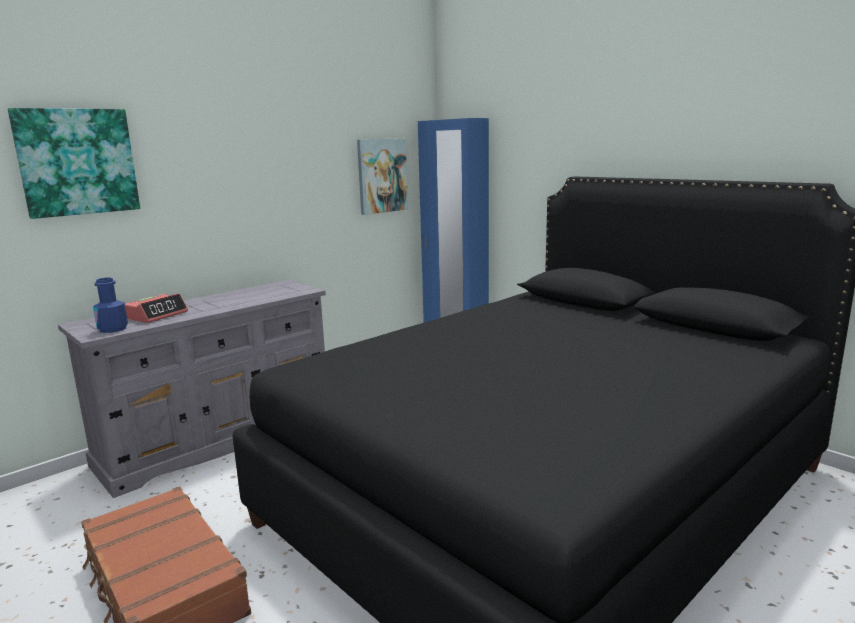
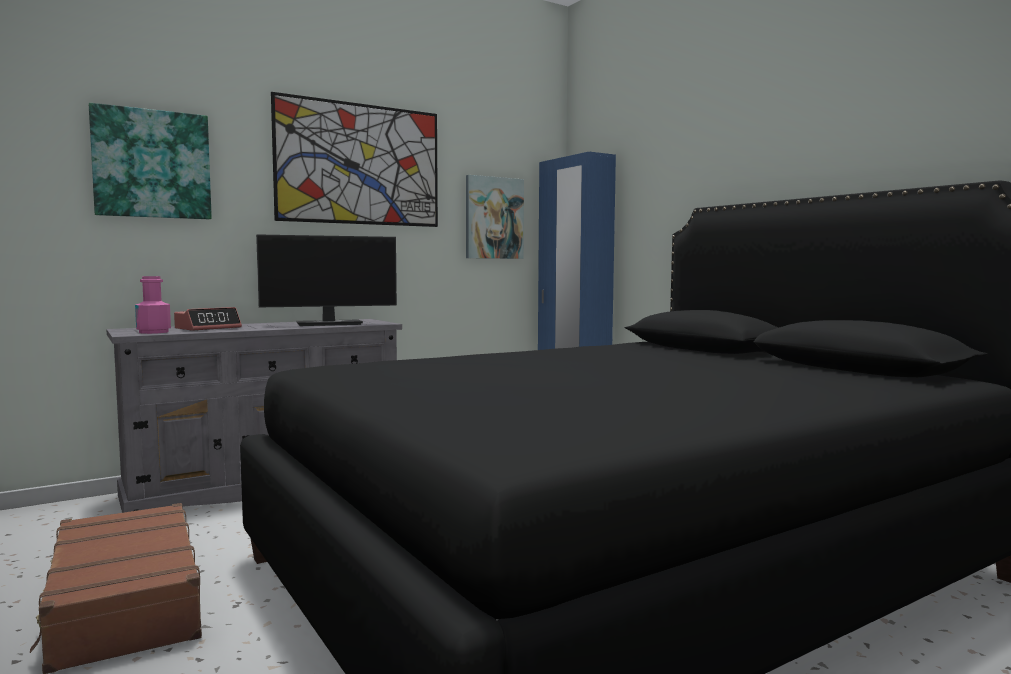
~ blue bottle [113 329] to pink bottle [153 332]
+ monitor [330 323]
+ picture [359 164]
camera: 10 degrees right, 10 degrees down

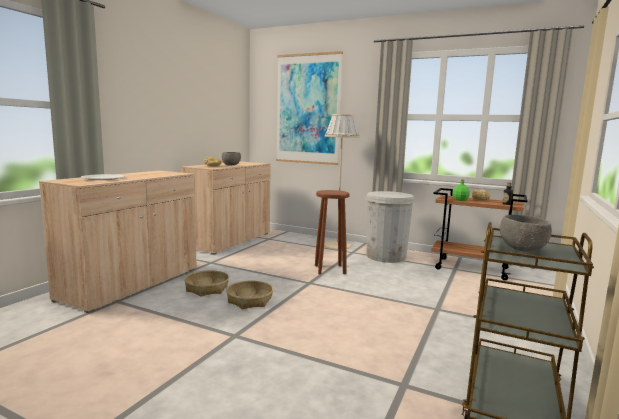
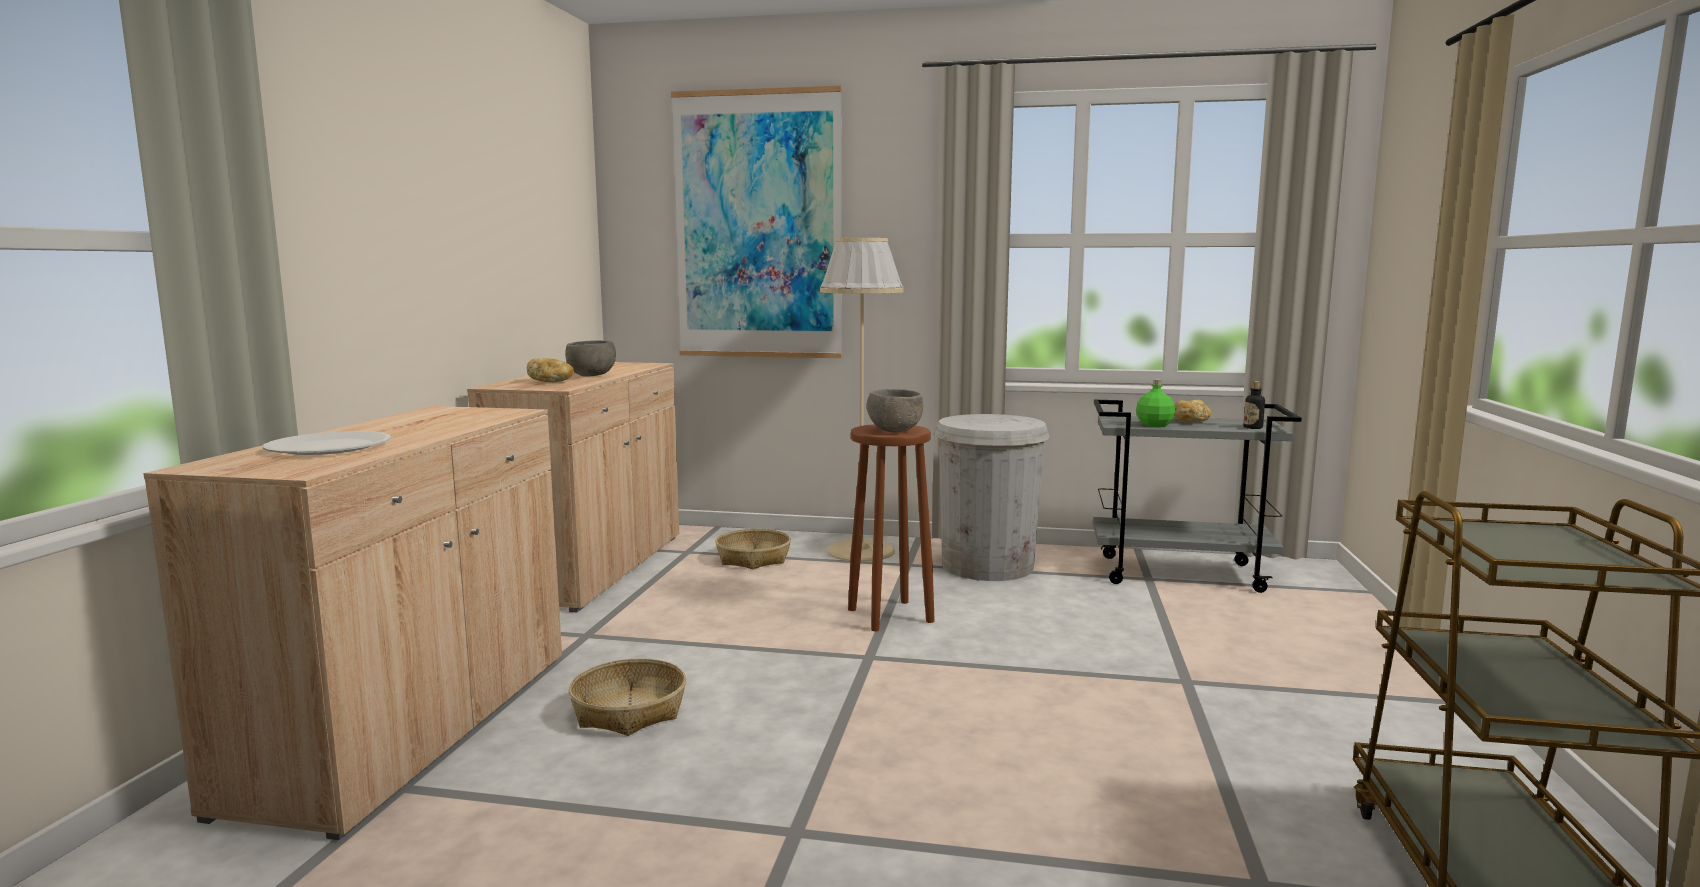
~ basket [249 301] to [753 559]
~ grey bowl [522 249] to [894 431]
~ brown cart [472 268] to grey cart [1181 573]
camera: 15 degrees left, 0 degrees up

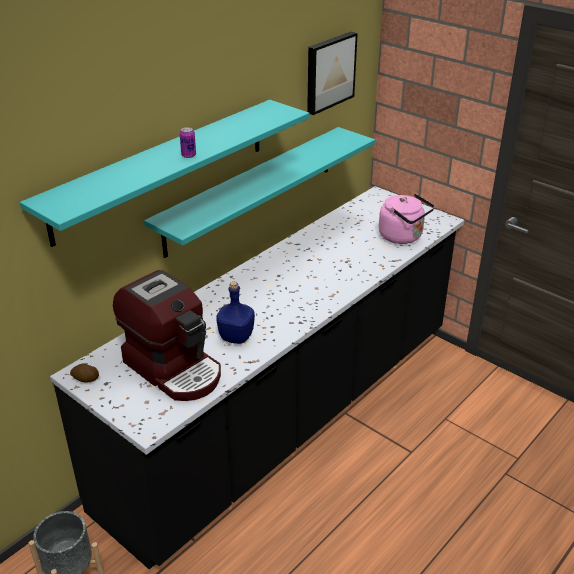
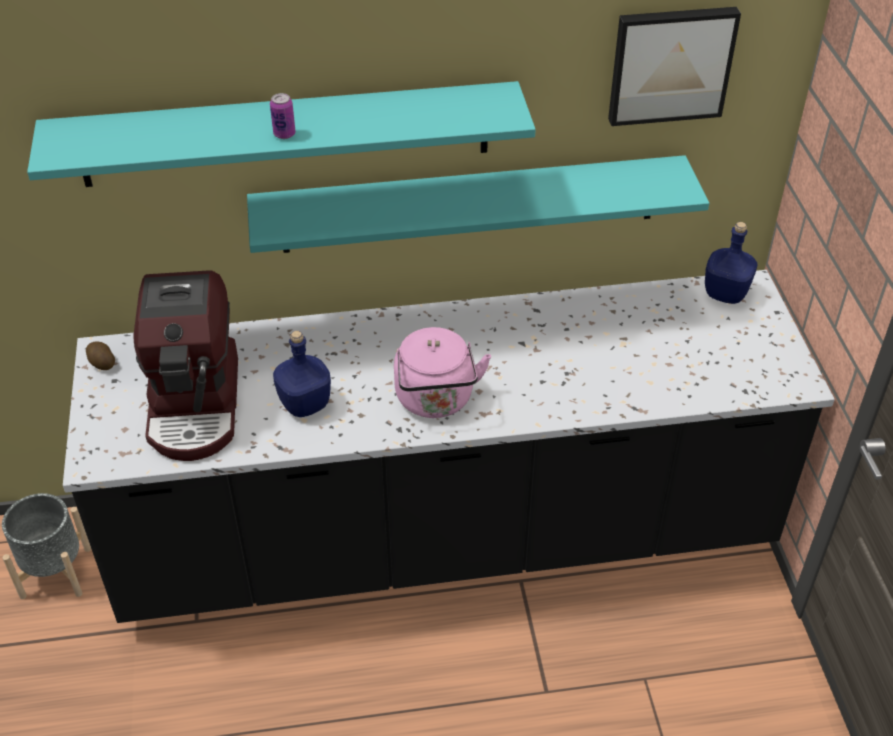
~ pink kettle [403 237] to [436 400]
+ blue bottle [725 294]
camera: 40 degrees right, 10 degrees up

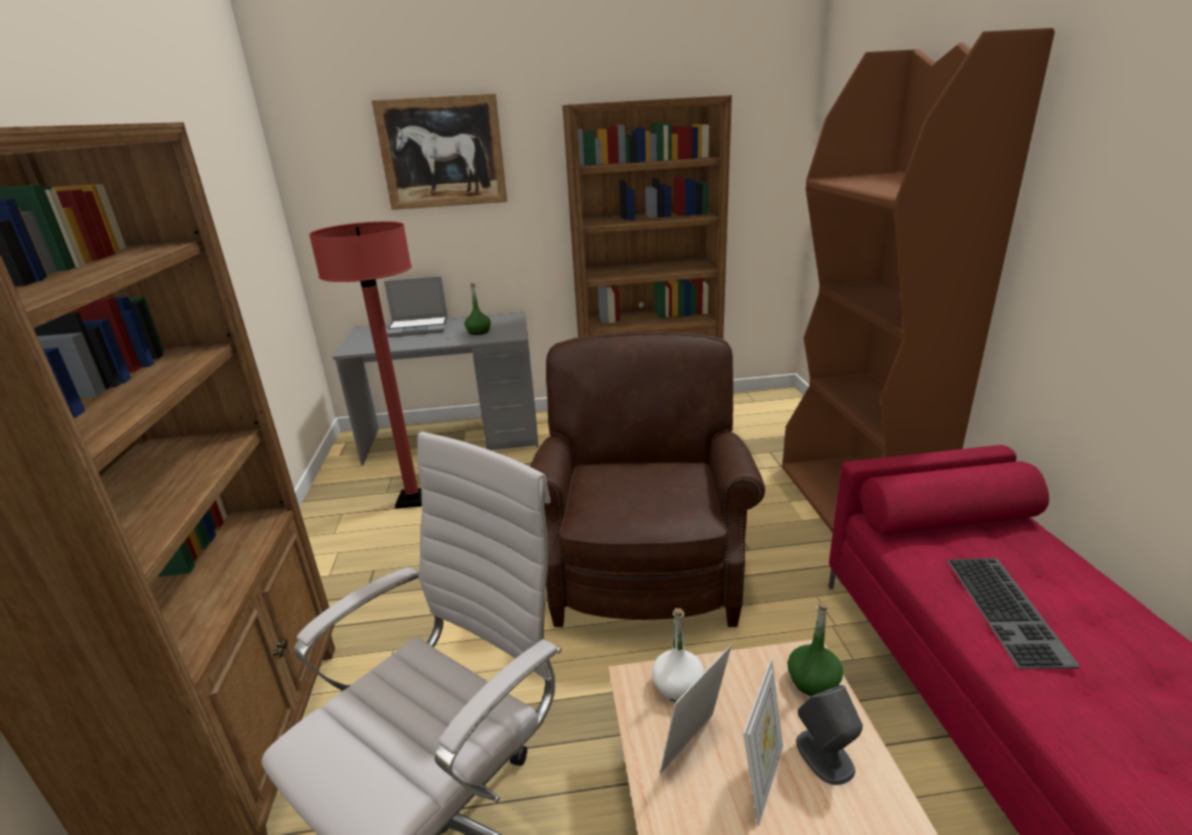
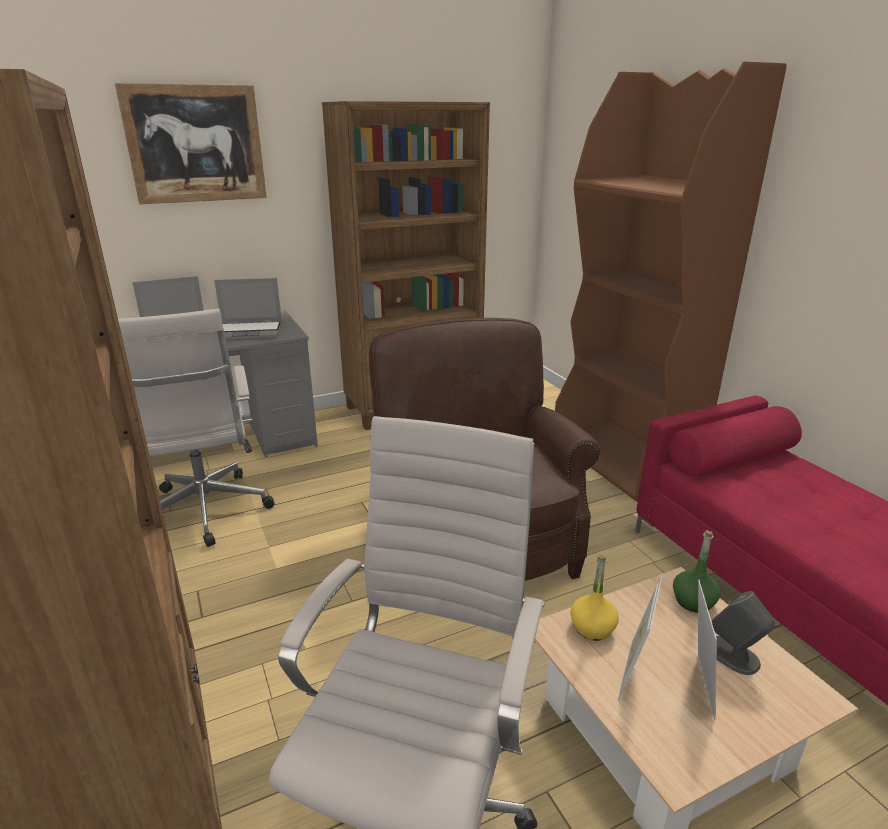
~ red floor lamp [413 499] to white office chair [206 513]
~ green bottle [479 332] to laptop [250 332]
~ white bottle [678 686] to yellow bottle [592 628]
- keyboard [1009 610]
camera: 20 degrees left, 0 degrees up

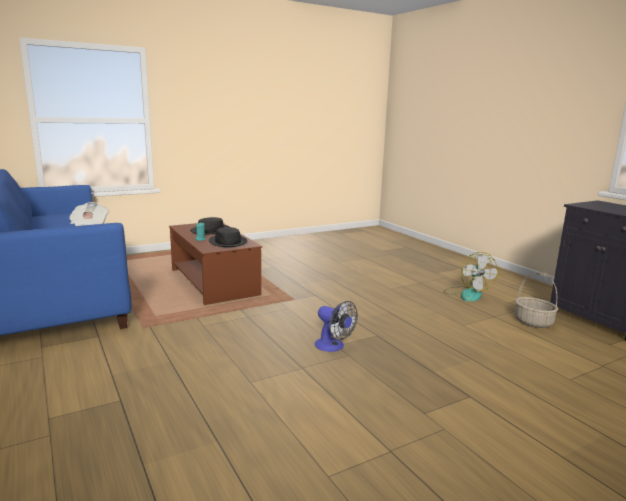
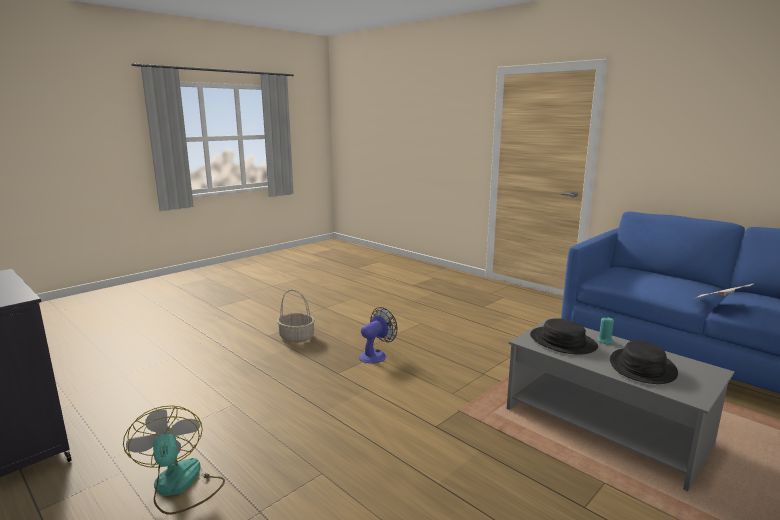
~ basket [533 322] to [296 337]
~ fan [333 347] = [376 355] 105 degrees clockwise
~ brown coffee table [213 282] to grey coffee table [606 426]
camera: 165 degrees right, 0 degrees up

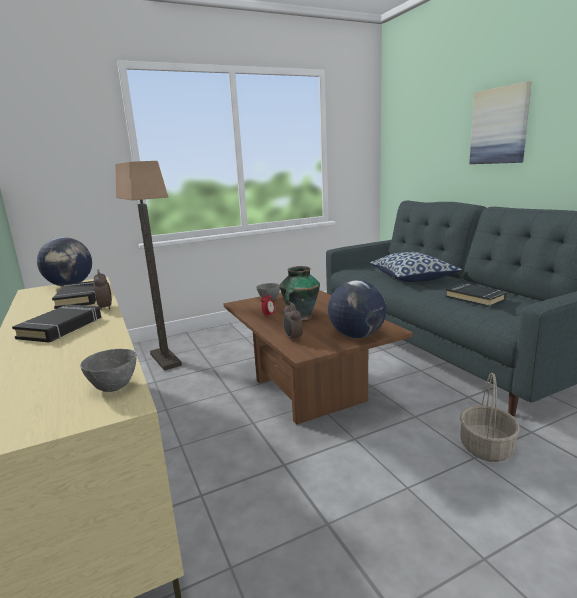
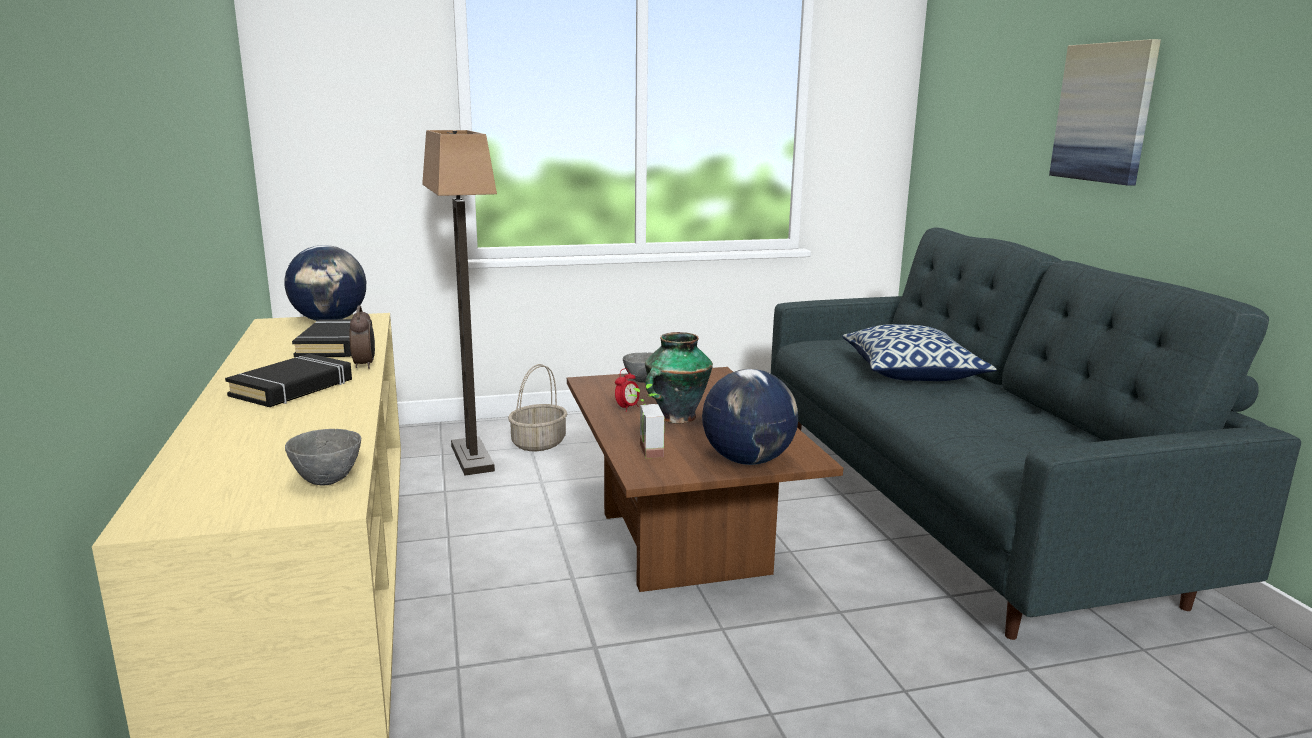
~ basket [485 447] to [538 443]
~ alarm clock [293 339] to potted plant [643 451]
- black book [475 298]
camera: 10 degrees right, 0 degrees up

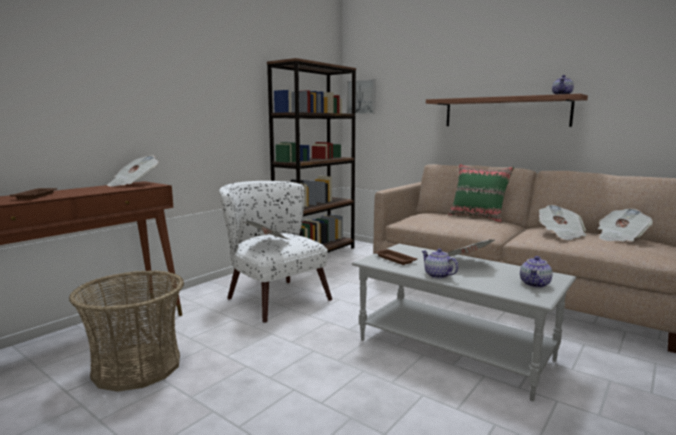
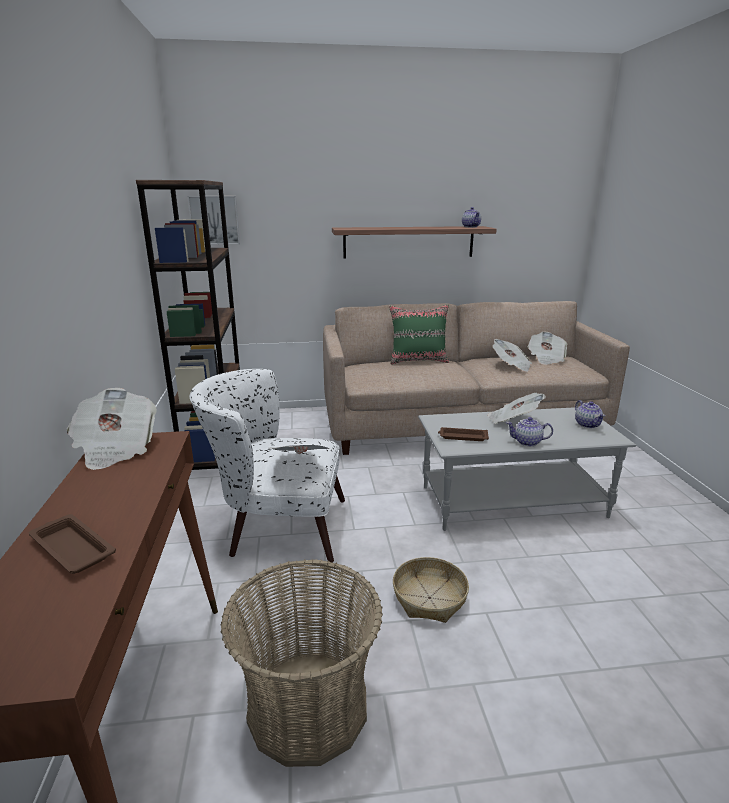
+ basket [429 597]
camera: 45 degrees left, 10 degrees up

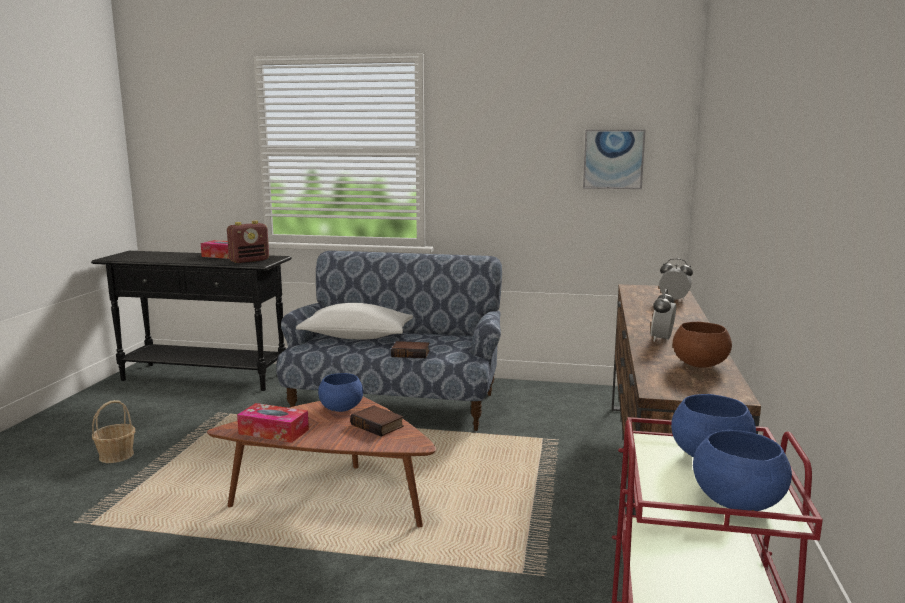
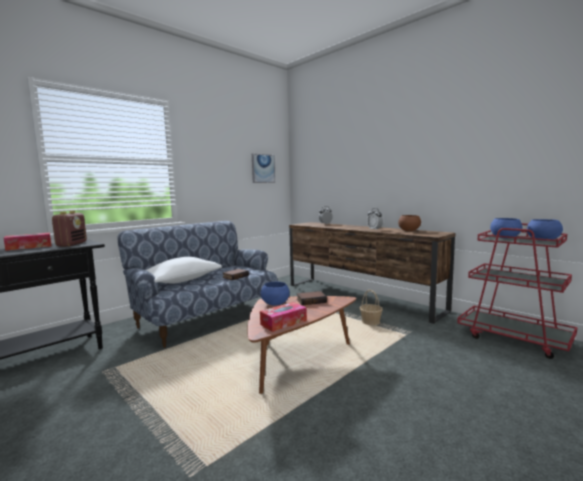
~ basket [117 455] to [370 322]
camera: 55 degrees left, 5 degrees down

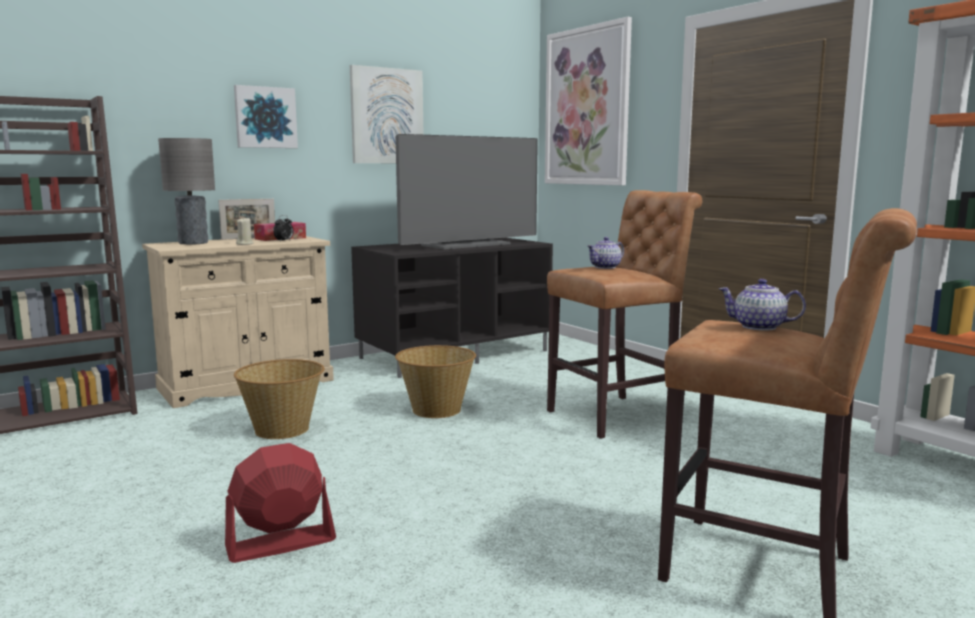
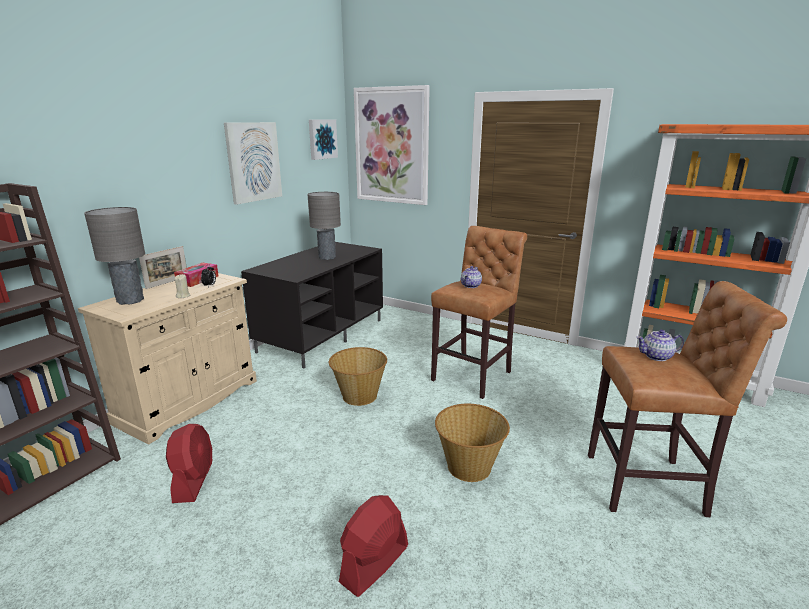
+ red fan [194 480]
~ television [467 244] to grey table lamp [327 257]
~ picture [265 117] to [322 139]
~ basket [283 429] to [469 466]
camera: 25 degrees left, 10 degrees up

